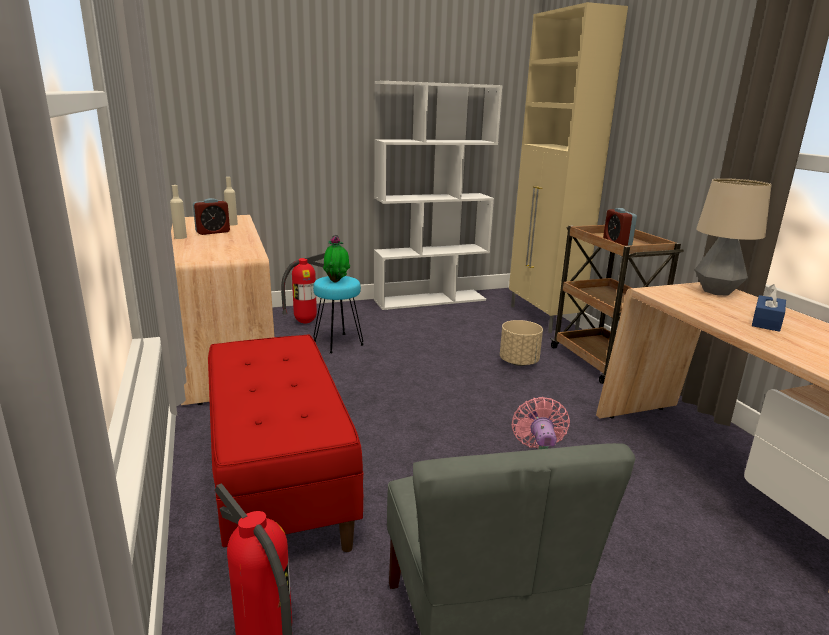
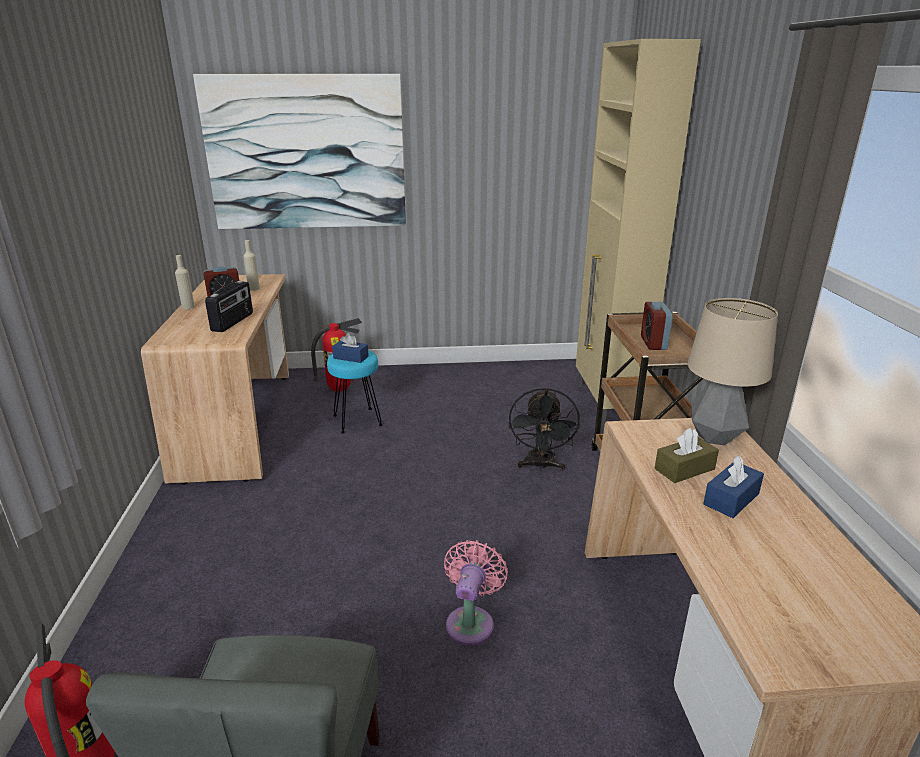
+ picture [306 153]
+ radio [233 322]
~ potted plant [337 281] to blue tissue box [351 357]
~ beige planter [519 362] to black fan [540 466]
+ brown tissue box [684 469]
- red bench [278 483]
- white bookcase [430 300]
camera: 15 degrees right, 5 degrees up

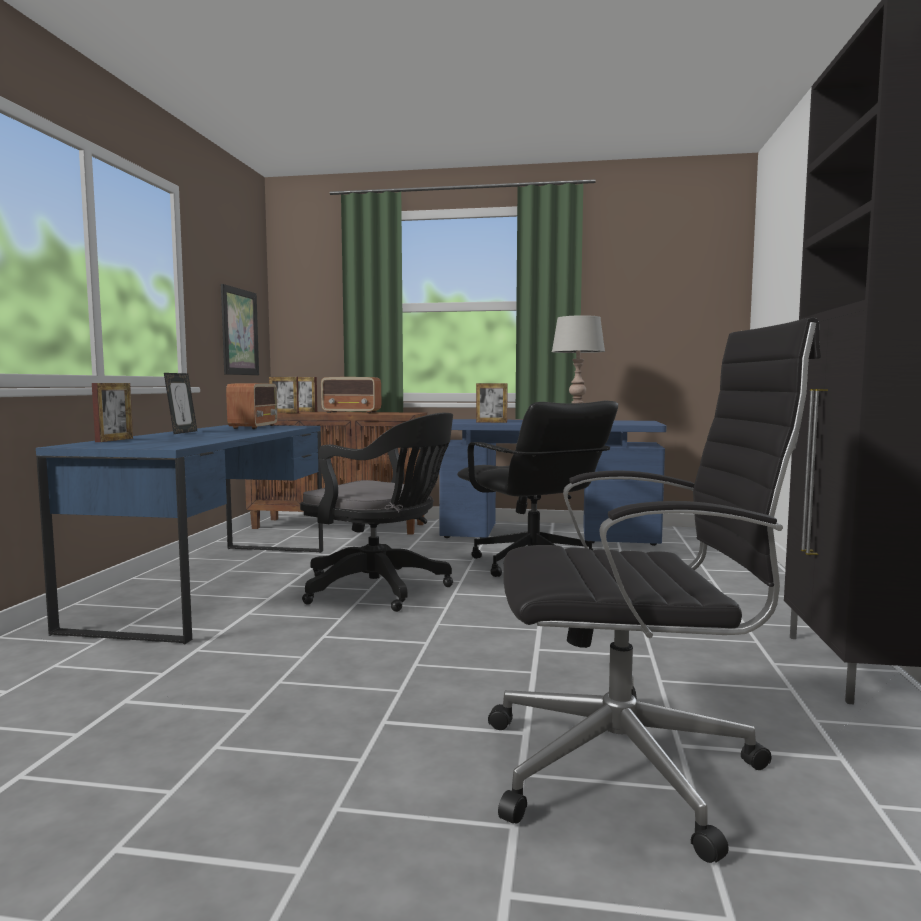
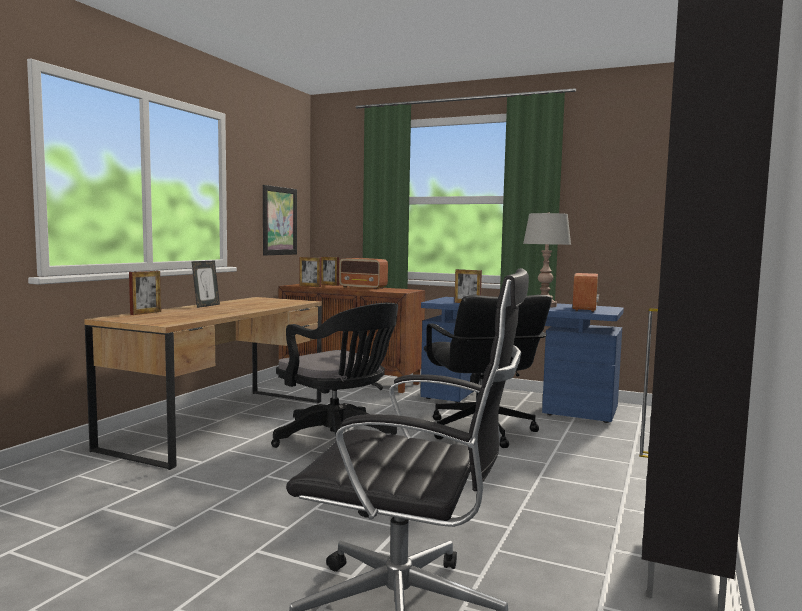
~ blue desk [214 584] to brown desk [222 423]
~ radio [254 427] to [584 309]
camera: 15 degrees right, 0 degrees up

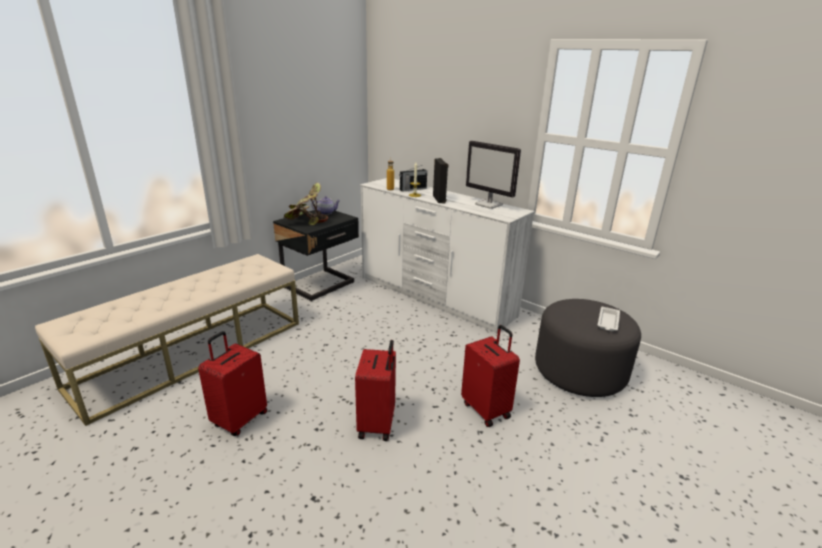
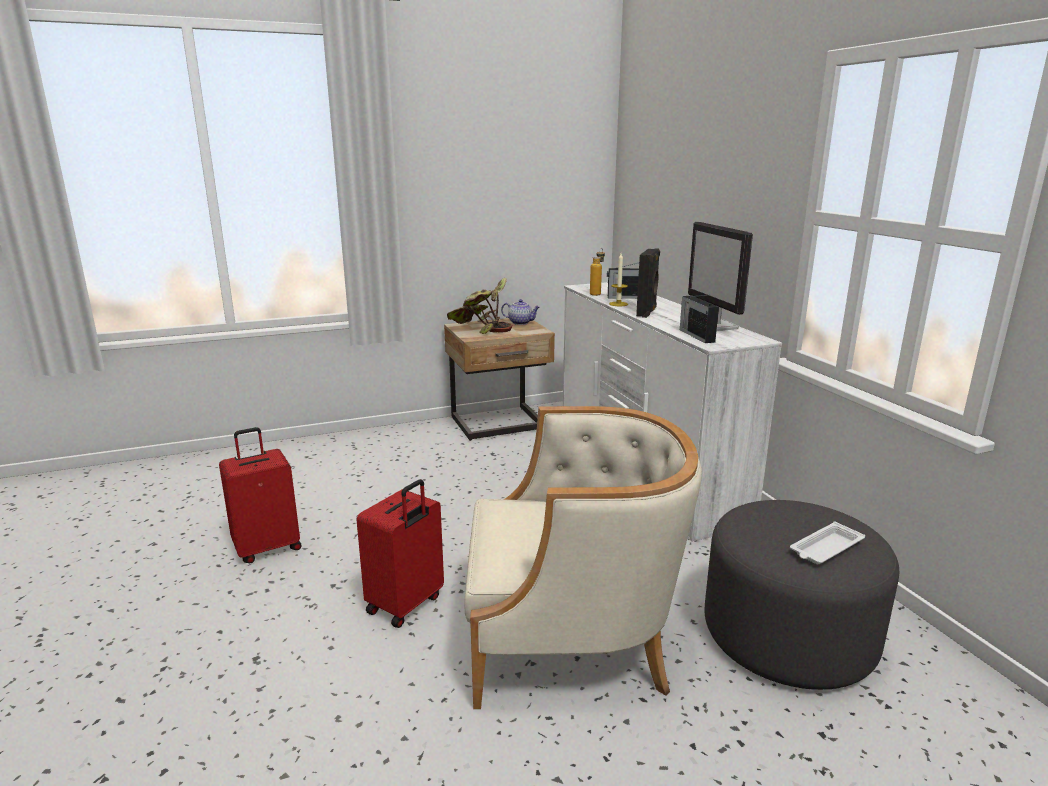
~ black nightstand [320 285] to beige nightstand [499 424]
~ red suitcase [486 409] to beige armchair [570 638]
+ radio [696 335]
- beige bench [193 353]
camera: 30 degrees right, 5 degrees down

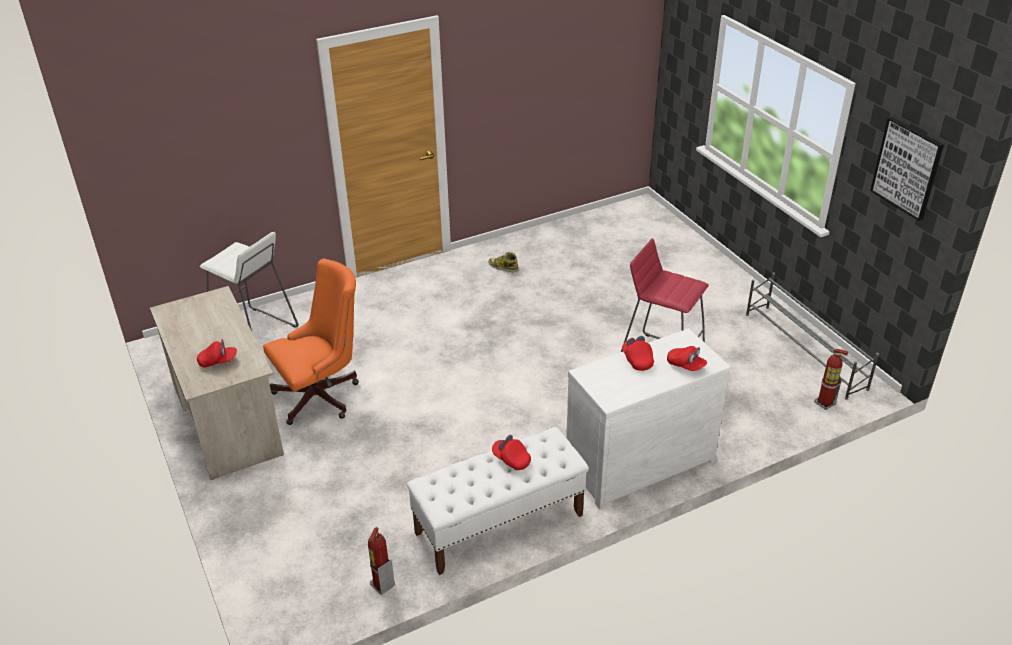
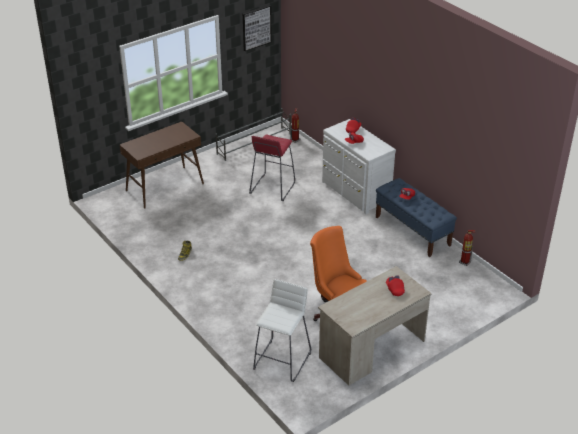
+ brown console table [165 187]
~ white bench [499 524] to blue bench [413 231]
camera: 100 degrees left, 0 degrees up

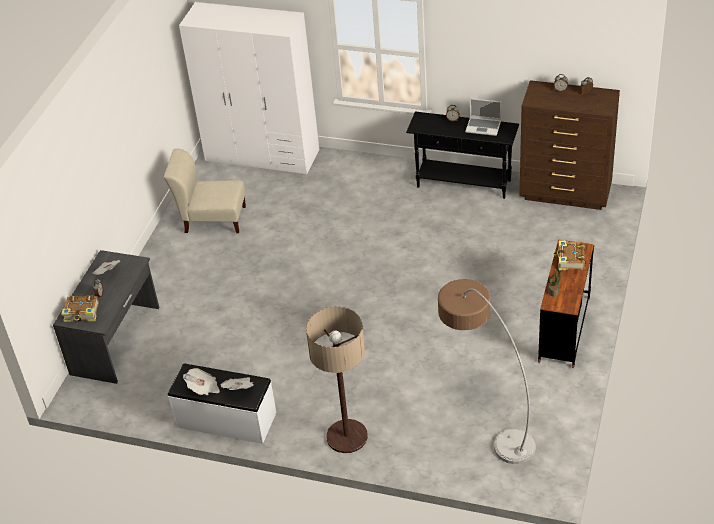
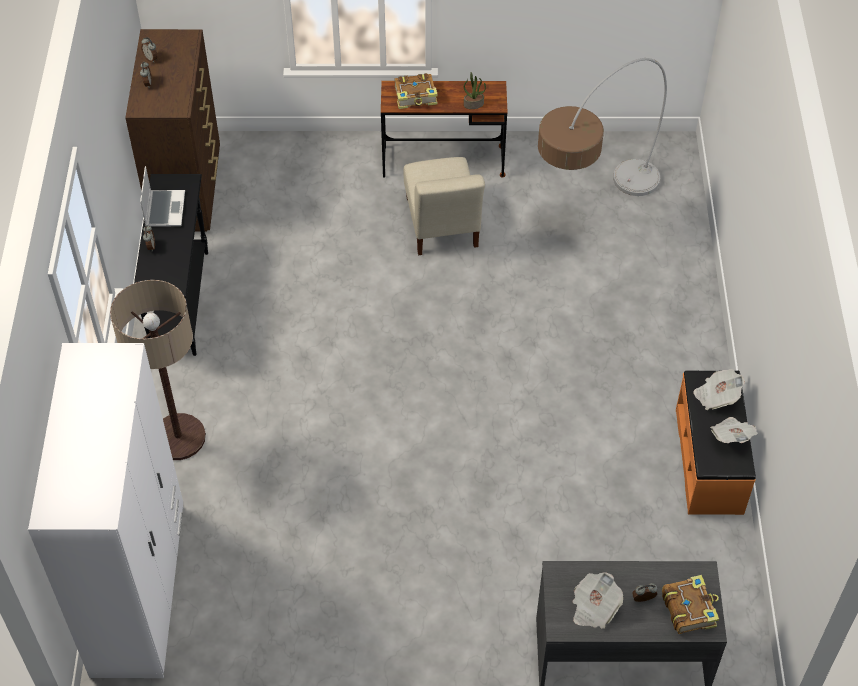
~ floor lamp [347 437] to [178 437]
~ beige chair [212 219] to [441 226]
~ white bench [226 420] to orange bench [710 460]
camera: 110 degrees left, 10 degrees up

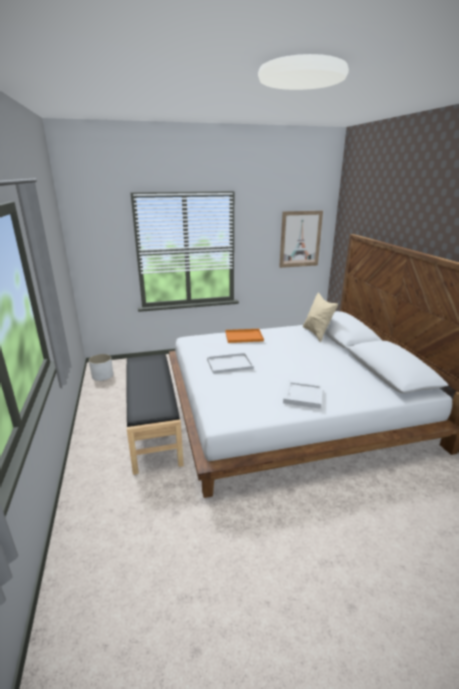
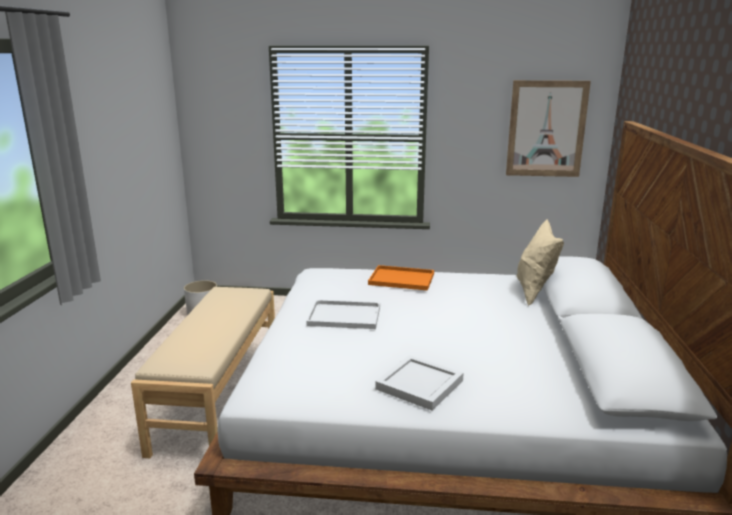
~ black bench [154 426] to beige bench [220 395]
camera: 20 degrees right, 5 degrees down

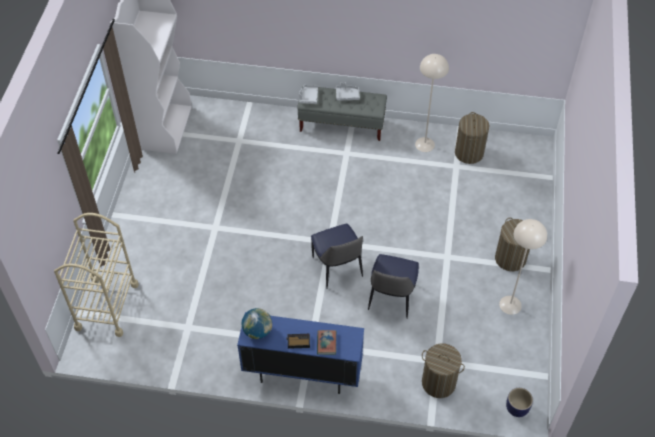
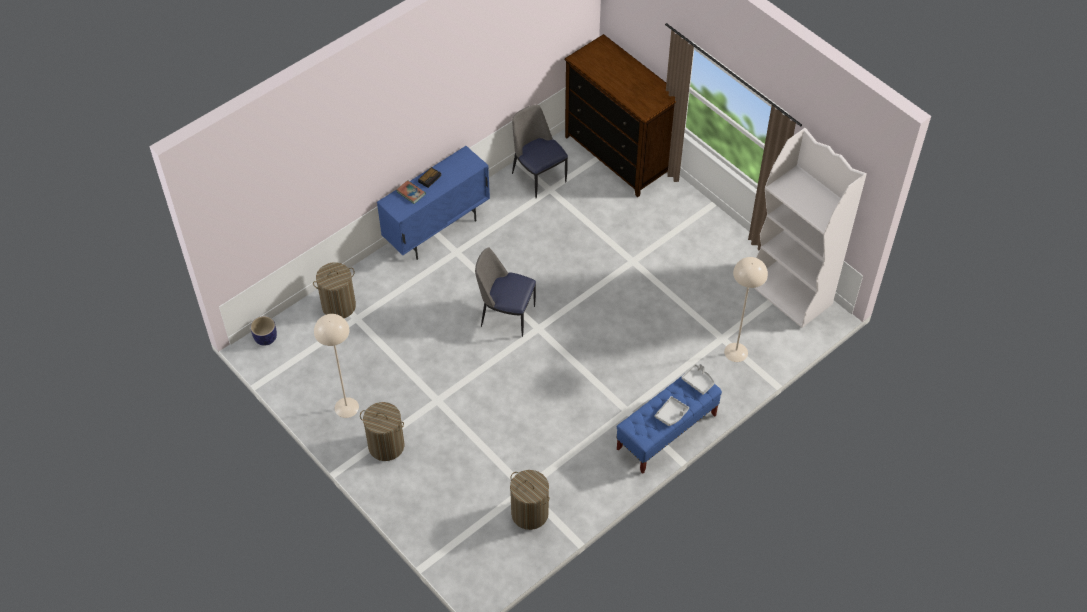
~ chair [391 298] to [538 176]
~ beige cart [107 306] to dresser [619 154]
~ grey bench [342 125] to blue bench [666 432]
~ beige floor lamp [425 144] to [736 352]
- globe [257 331]
camera: 130 degrees right, 0 degrees up

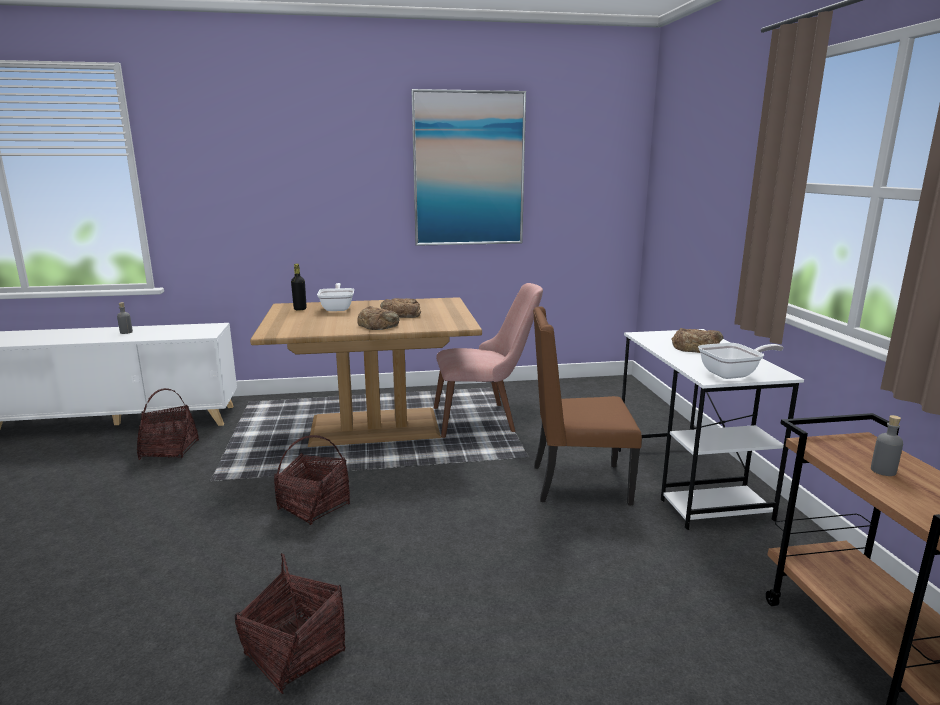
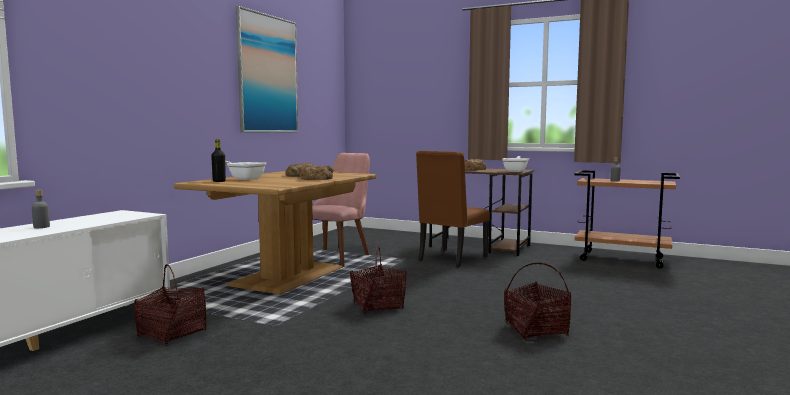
~ white desk [689 482] to brown desk [480 246]
camera: 55 degrees left, 10 degrees down

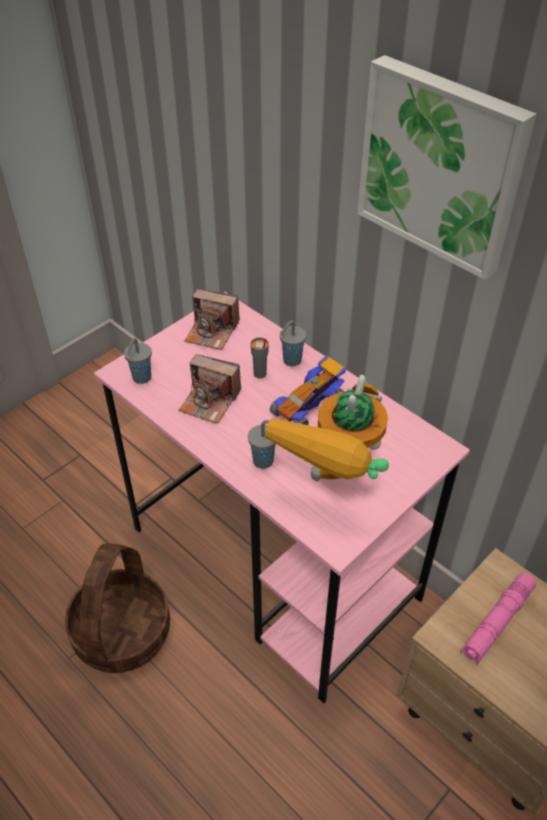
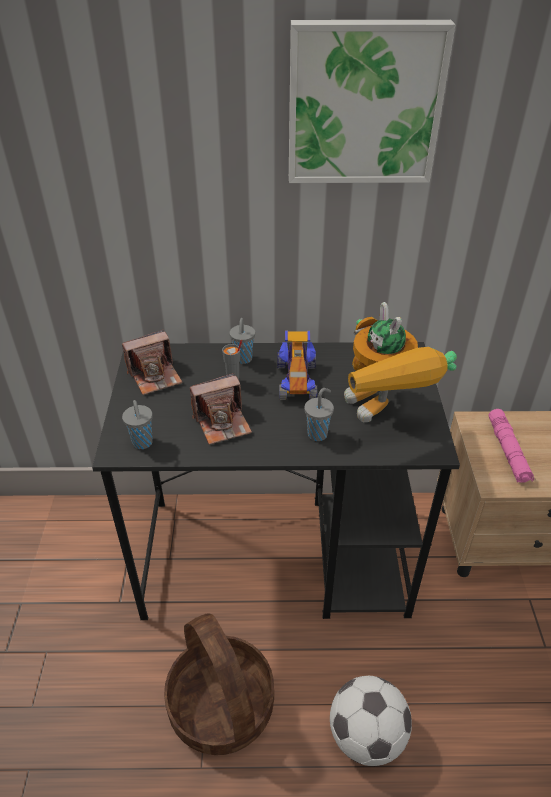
~ pink desk [275 564] to black desk [277 556]
+ football [366 735]
camera: 45 degrees left, 5 degrees down

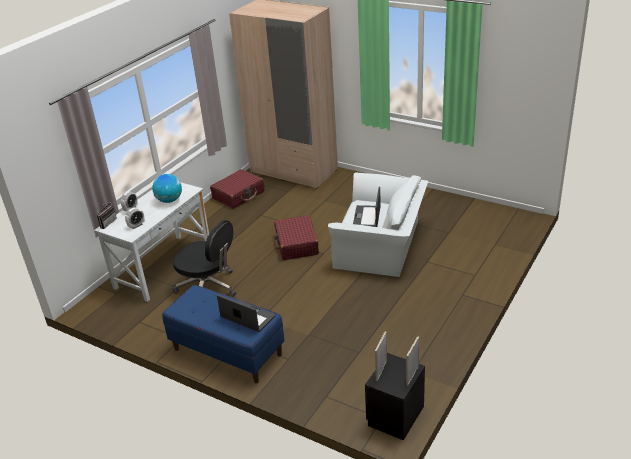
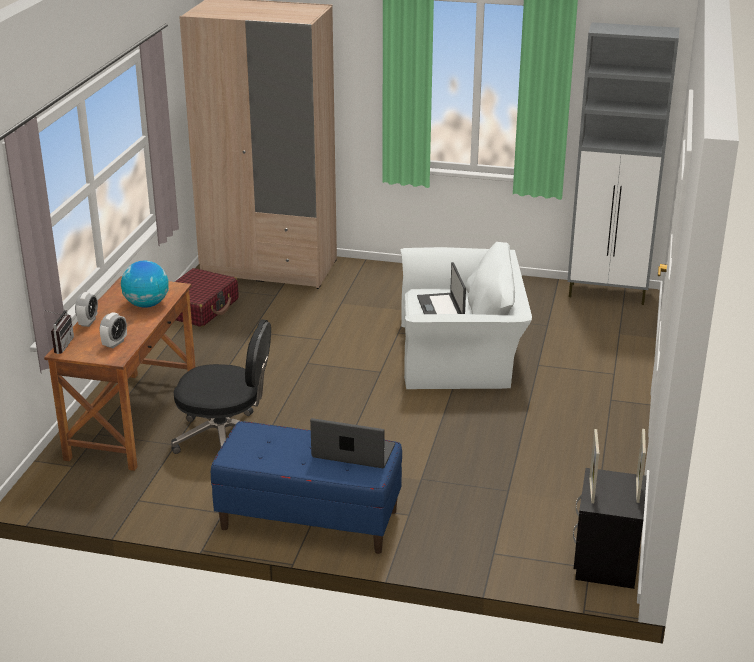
~ white desk [163 267] to brown desk [132 419]
+ grey cabinet [608 294]
- red suitcase [296 244]
camera: 20 degrees left, 5 degrees down

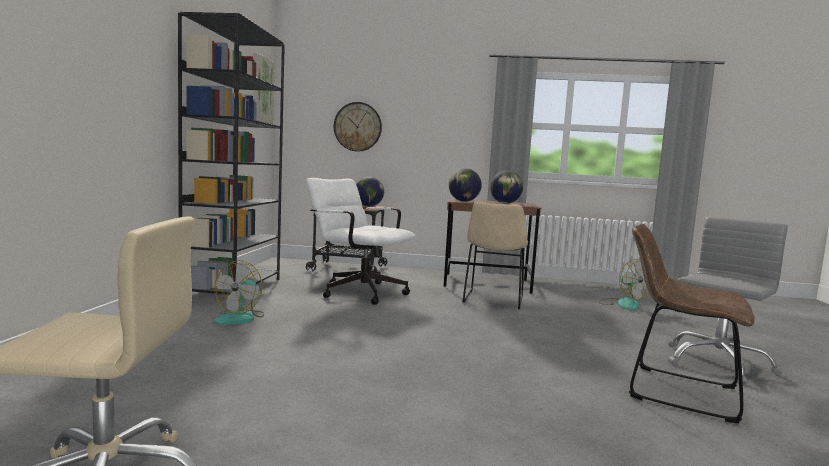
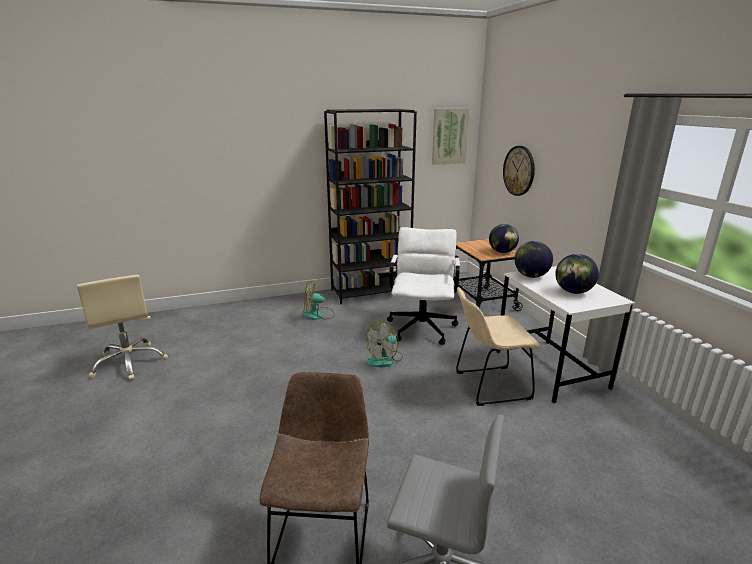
~ fan [623 304] to [385 359]
~ brown desk [487 283] to white desk [551 370]
camera: 65 degrees right, 15 degrees up

